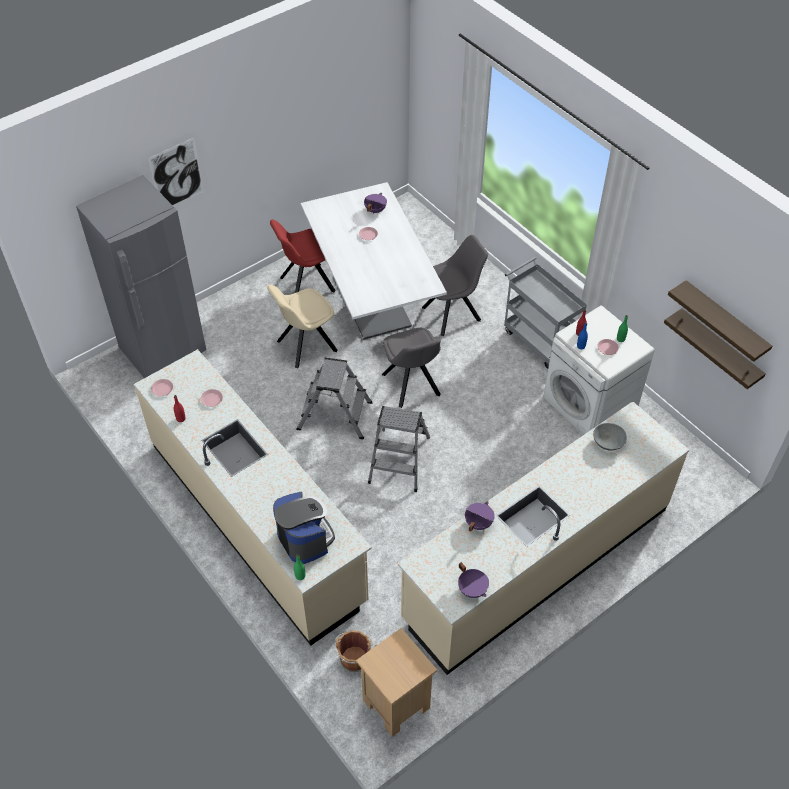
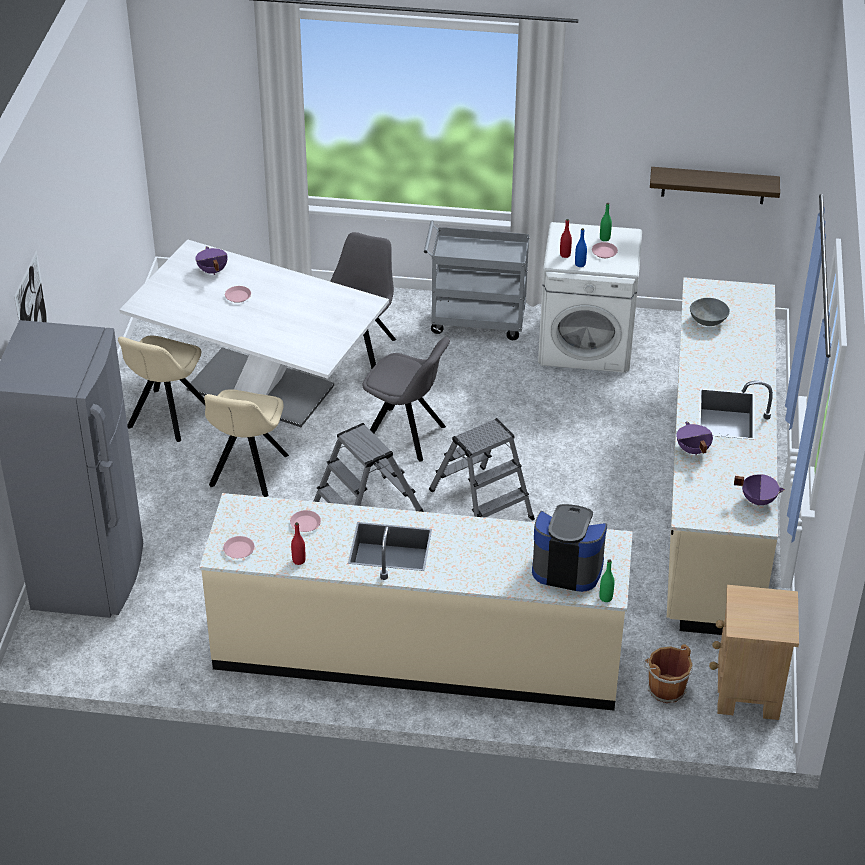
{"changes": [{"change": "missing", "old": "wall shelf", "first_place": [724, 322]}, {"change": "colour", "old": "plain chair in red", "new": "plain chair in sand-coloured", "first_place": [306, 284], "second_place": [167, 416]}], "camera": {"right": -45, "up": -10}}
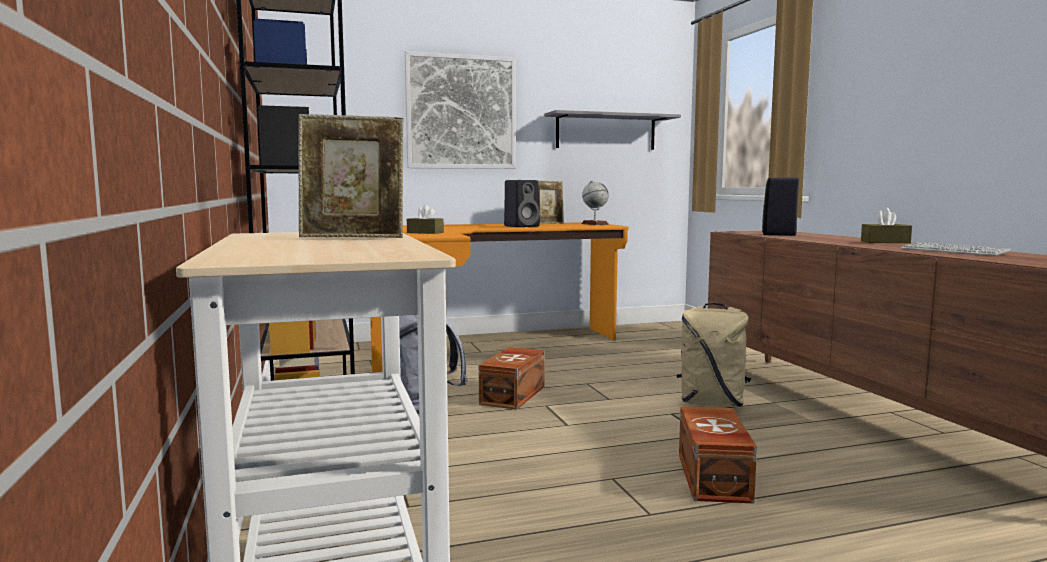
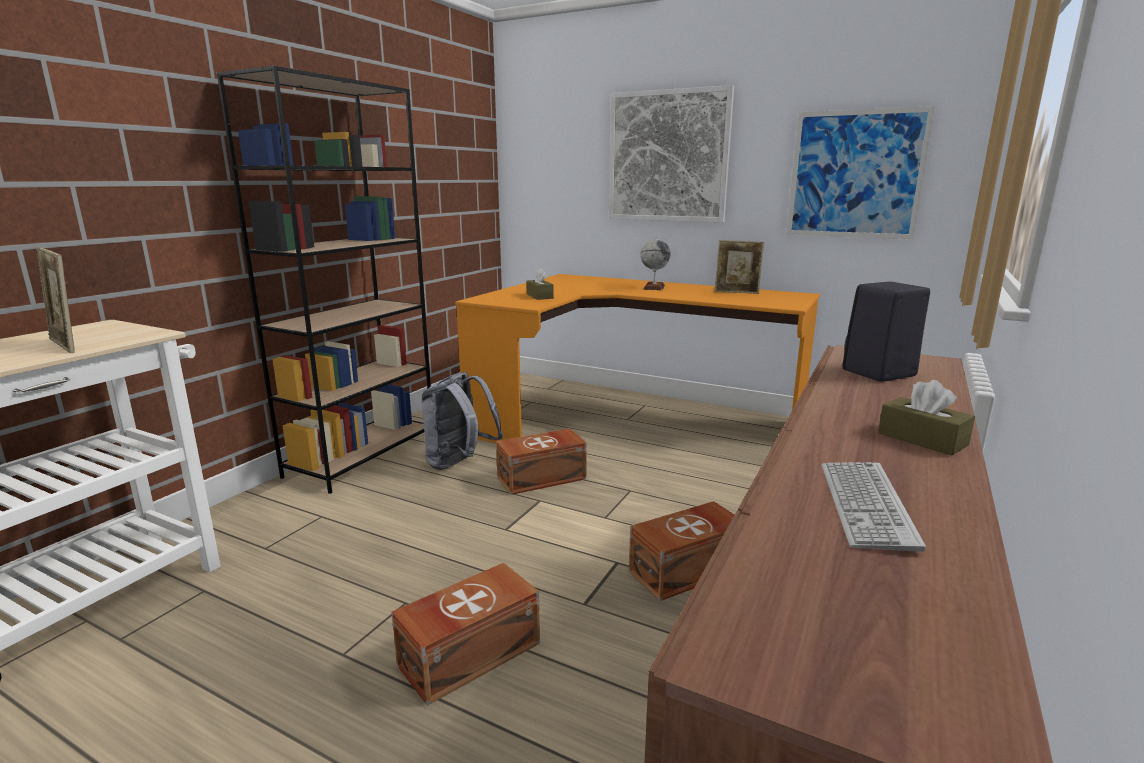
{"changes": [{"change": "missing", "old": "loudspeaker in black", "first_place": [522, 226]}, {"change": "relocated", "old": "world globe", "first_place": [594, 224], "second_place": [654, 287]}, {"change": "exchanged", "old": "wall shelf in greyish", "new": "picture", "first_place": [606, 132], "second_place": [855, 174]}, {"change": "exchanged", "old": "backpack in sand-coloured", "new": "storage bin in brown-coloured", "first_place": [712, 403], "second_place": [689, 571]}], "camera": {"right": 45, "up": 10}}
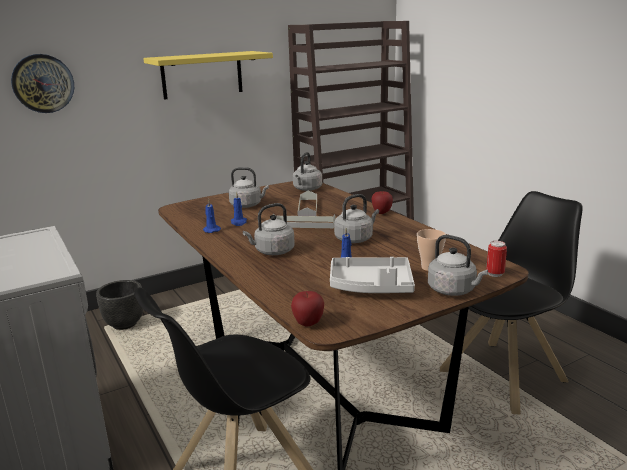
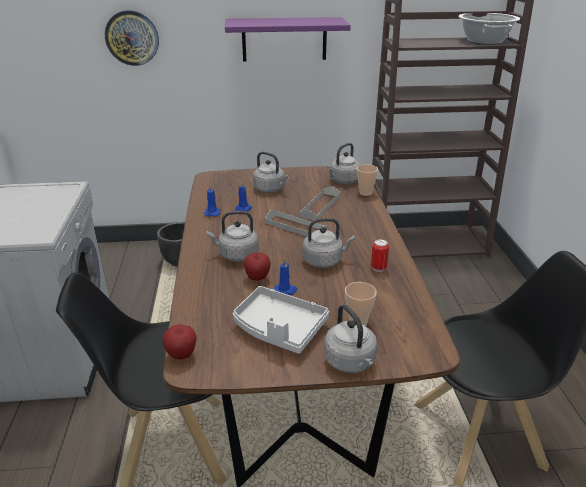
{"changes": [{"change": "appeared", "new": "small cup", "second_place": [365, 193]}, {"change": "appeared", "new": "cooking pot", "second_place": [485, 41]}, {"change": "relocated", "old": "apple", "first_place": [381, 213], "second_place": [257, 278]}, {"change": "relocated", "old": "metal can", "first_place": [495, 274], "second_place": [378, 268]}, {"change": "colour", "old": "wall shelf in yellowish", "new": "wall shelf in purple", "first_place": [202, 75], "second_place": [284, 39]}], "camera": {"right": 25, "up": 10}}
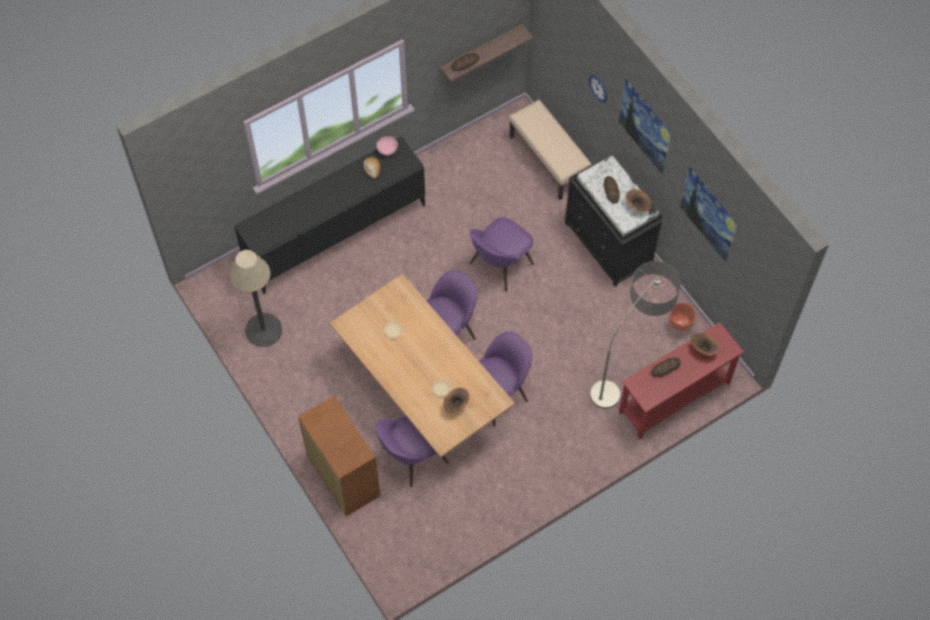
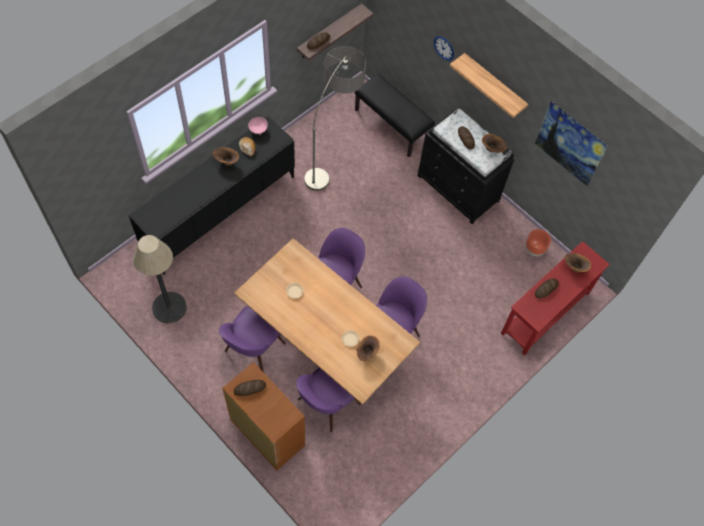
{"changes": [{"change": "appeared", "new": "decorative vase in brown-coloured", "second_place": [226, 162]}, {"change": "appeared", "new": "baked bread", "second_place": [250, 388]}, {"change": "relocated", "old": "plain chair in purple", "first_place": [499, 265], "second_place": [253, 349]}, {"change": "relocated", "old": "floor lamp", "first_place": [628, 370], "second_place": [333, 159]}, {"change": "exchanged", "old": "picture", "new": "wall shelf", "first_place": [642, 137], "second_place": [494, 85]}, {"change": "colour", "old": "long seat in sand-coloured", "new": "long seat in black", "first_place": [549, 160], "second_place": [392, 125]}], "camera": {"right": -15, "up": 0}}
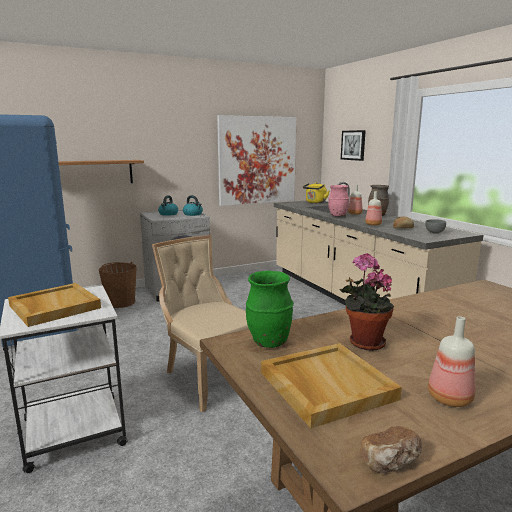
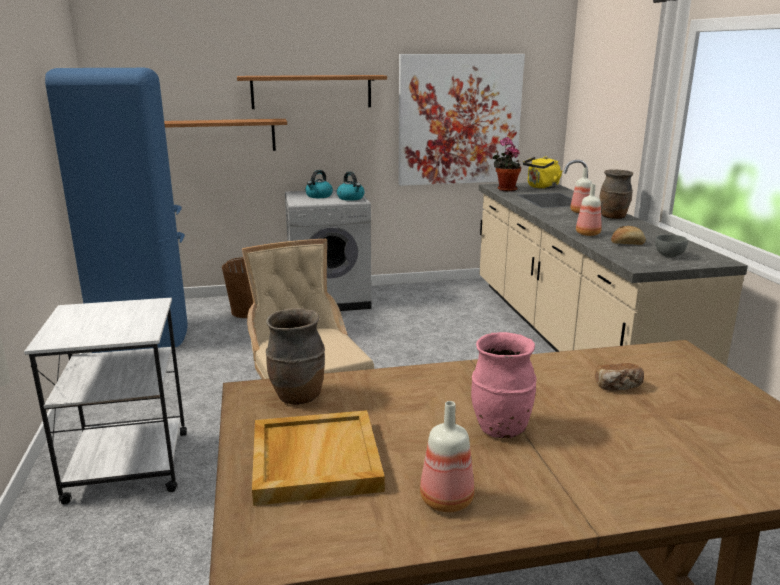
{"changes": [{"change": "missing", "old": "serving tray in sand-coloured", "first_place": [54, 307]}, {"change": "missing", "old": "picture", "first_place": [353, 145]}, {"change": "appeared", "new": "wall shelf", "second_place": [311, 91]}, {"change": "relocated", "old": "decorative vase in pinkish", "first_place": [337, 216], "second_place": [500, 429]}, {"change": "relocated", "old": "houseplant", "first_place": [363, 343], "second_place": [505, 189]}, {"change": "relocated", "old": "baked bread", "first_place": [391, 462], "second_place": [618, 387]}, {"change": "colour", "old": "decorative vase in greenish", "new": "decorative vase in brown-coloured", "first_place": [269, 342], "second_place": [298, 397]}], "camera": {"right": 15, "up": 5}}
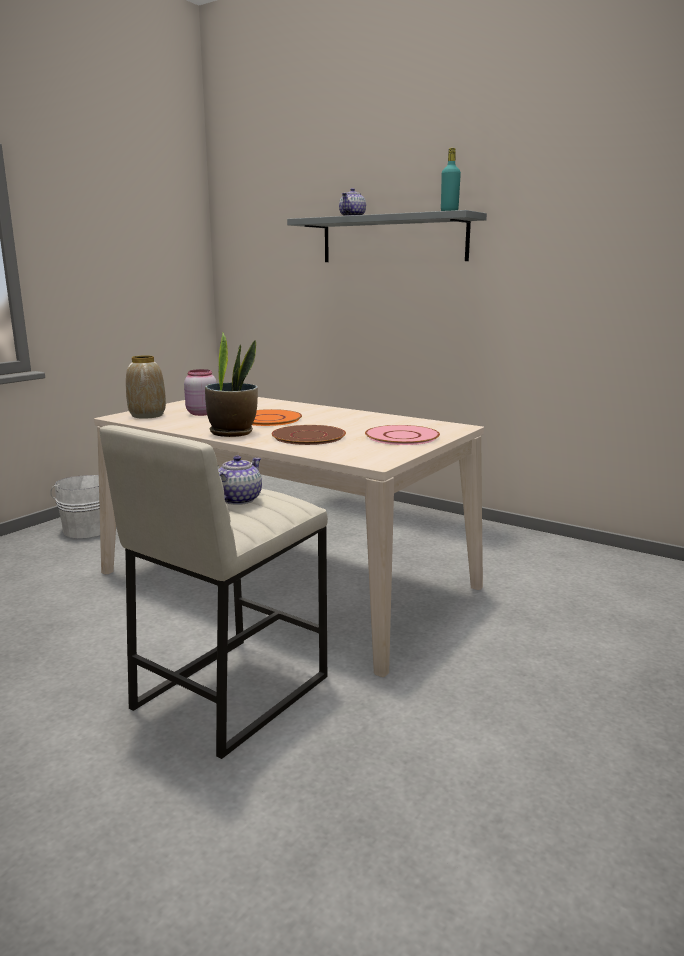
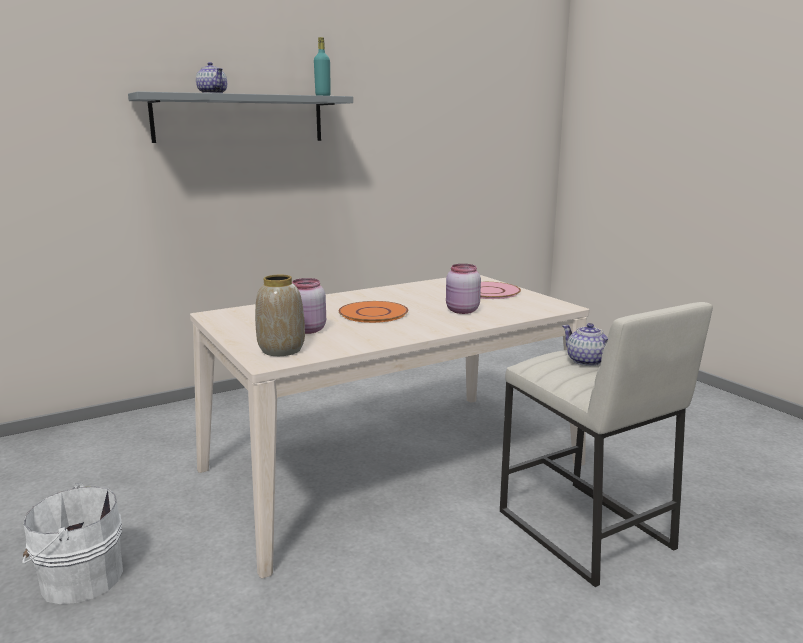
{"changes": [{"change": "missing", "old": "houseplant", "first_place": [232, 432]}, {"change": "exchanged", "old": "plate in brown-coloured", "new": "storage jar in pinkish", "first_place": [308, 436], "second_place": [462, 311]}], "camera": {"right": -65, "up": 0}}
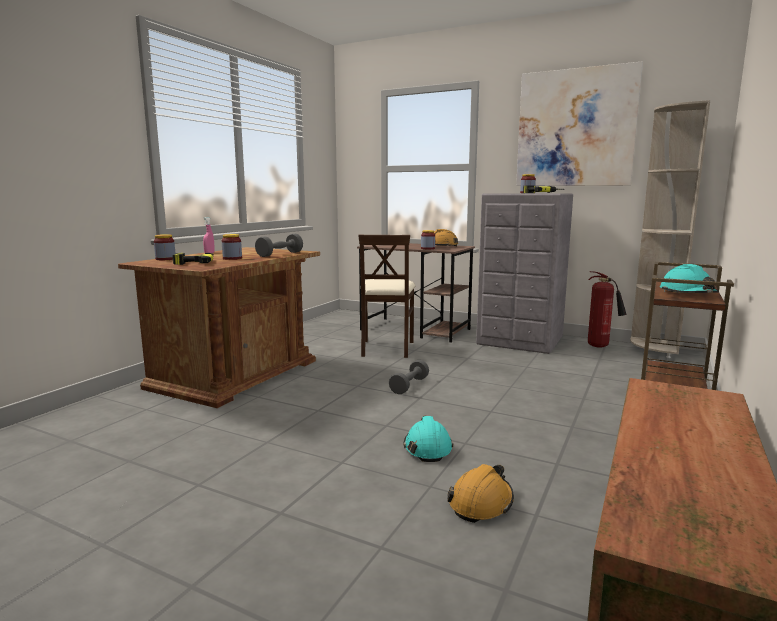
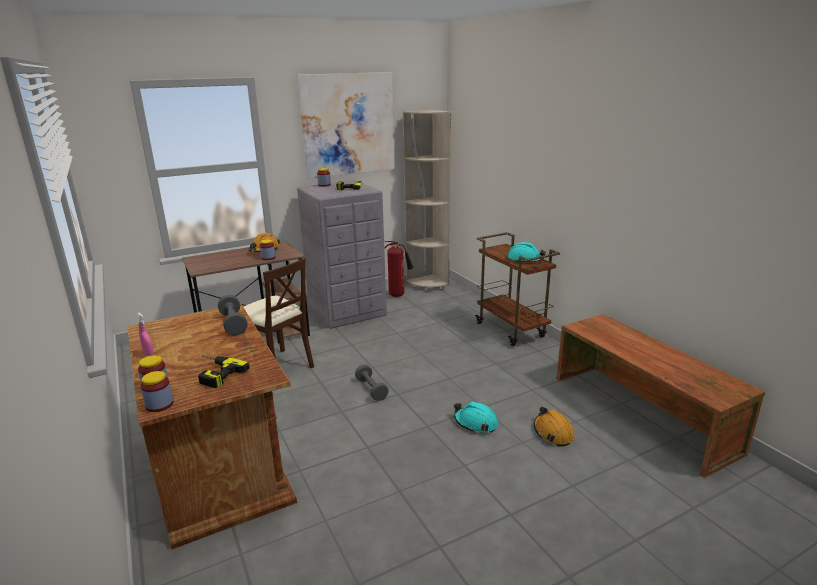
{"changes": [{"change": "relocated", "old": "storage jar", "first_place": [232, 258], "second_place": [159, 404]}], "camera": {"right": -55, "up": 10}}
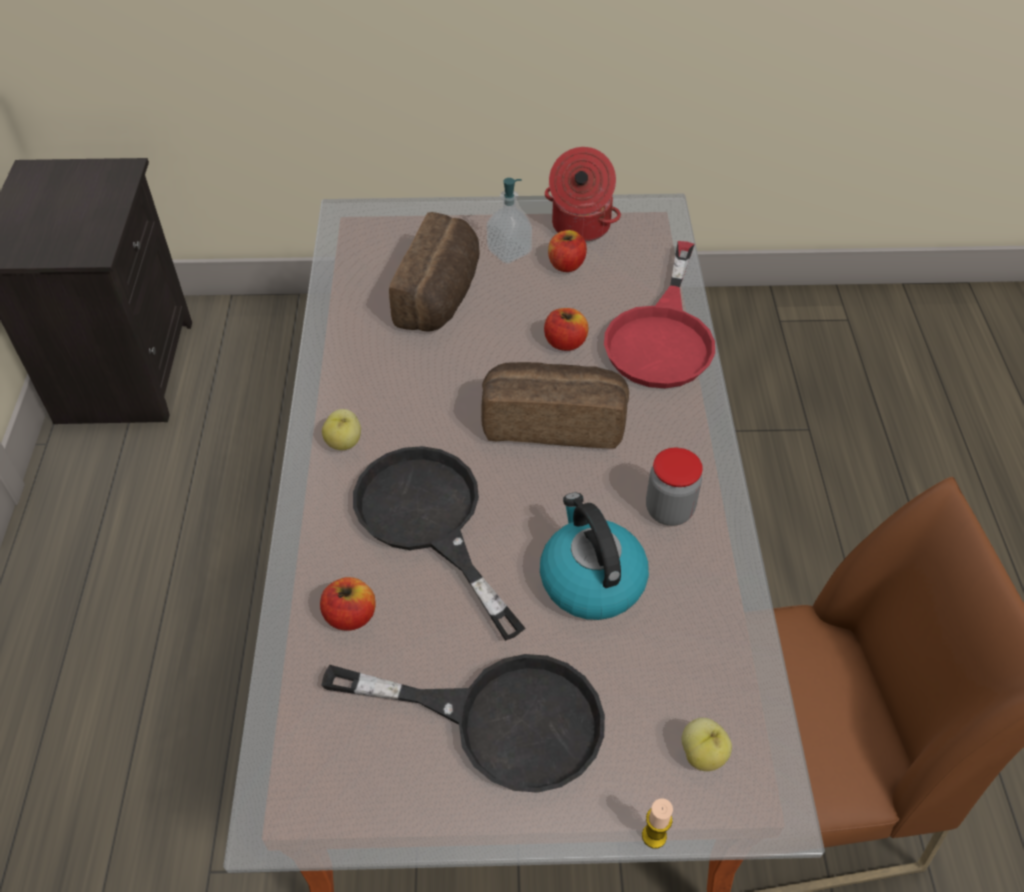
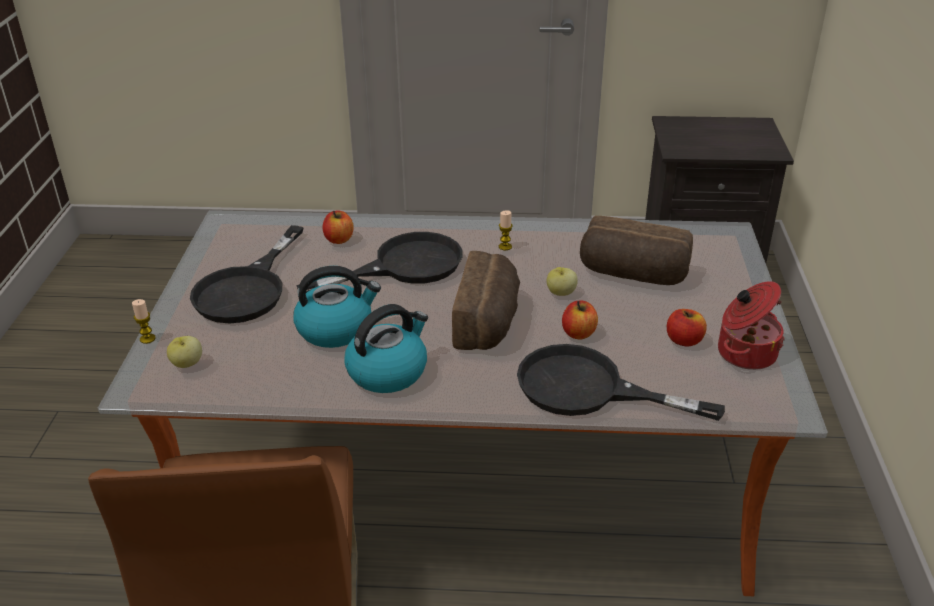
{"changes": [{"change": "missing", "old": "soap bottle", "first_place": [509, 251]}, {"change": "appeared", "new": "wax light", "second_place": [505, 246]}, {"change": "relocated", "old": "apple", "first_place": [344, 442], "second_place": [561, 293]}, {"change": "exchanged", "old": "storage jar", "new": "water kettle", "first_place": [669, 510], "second_place": [388, 371]}, {"change": "colour", "old": "pan in red", "new": "pan in black", "first_place": [662, 336], "second_place": [588, 389]}], "camera": {"right": 95, "up": -15}}
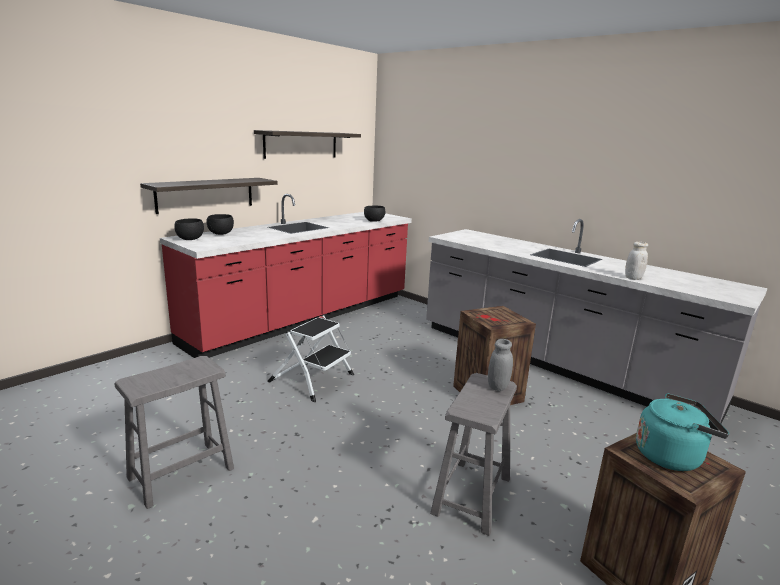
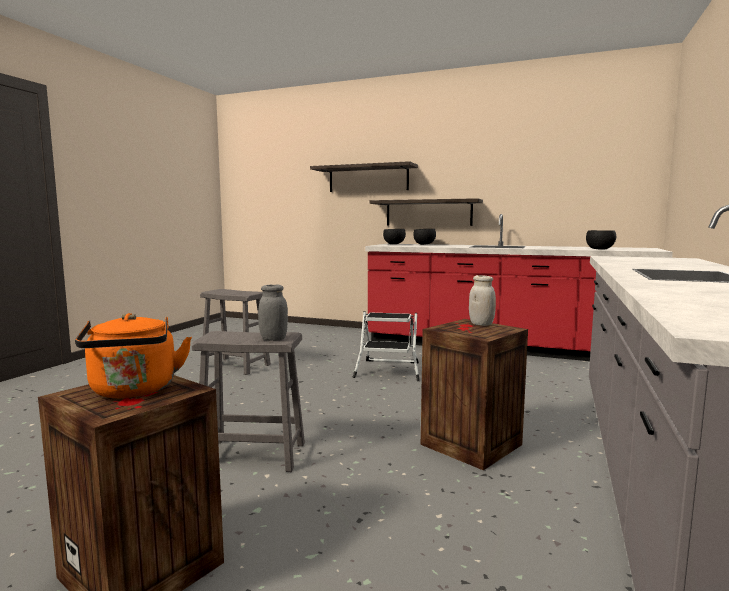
{"changes": [{"change": "relocated", "old": "wall shelf", "first_place": [301, 144], "second_place": [368, 179]}, {"change": "relocated", "old": "storage jar in white-coloured", "first_place": [633, 278], "second_place": [481, 324]}, {"change": "colour", "old": "water kettle in blue-green", "new": "water kettle in orange-coloured", "first_place": [671, 456], "second_place": [134, 391]}], "camera": {"right": 70, "up": -10}}
